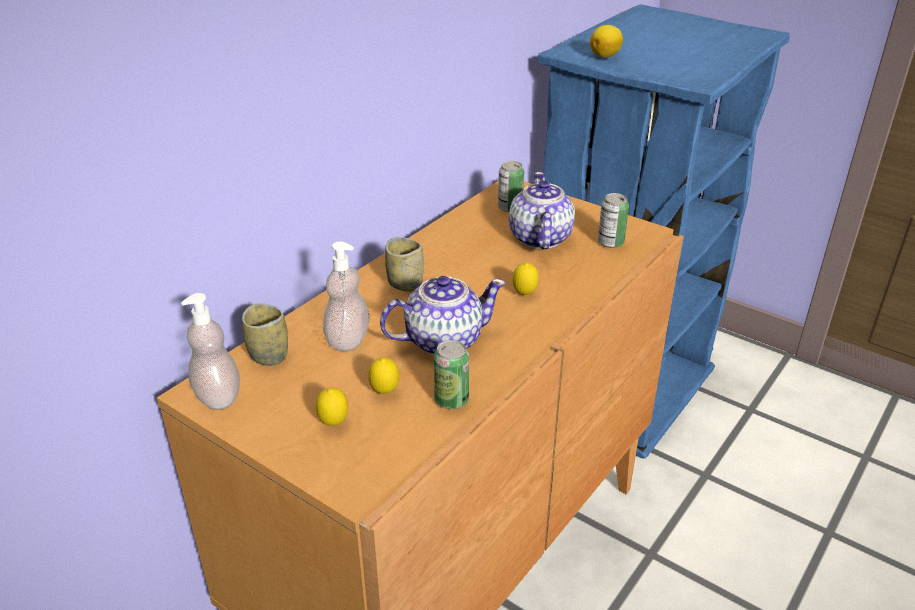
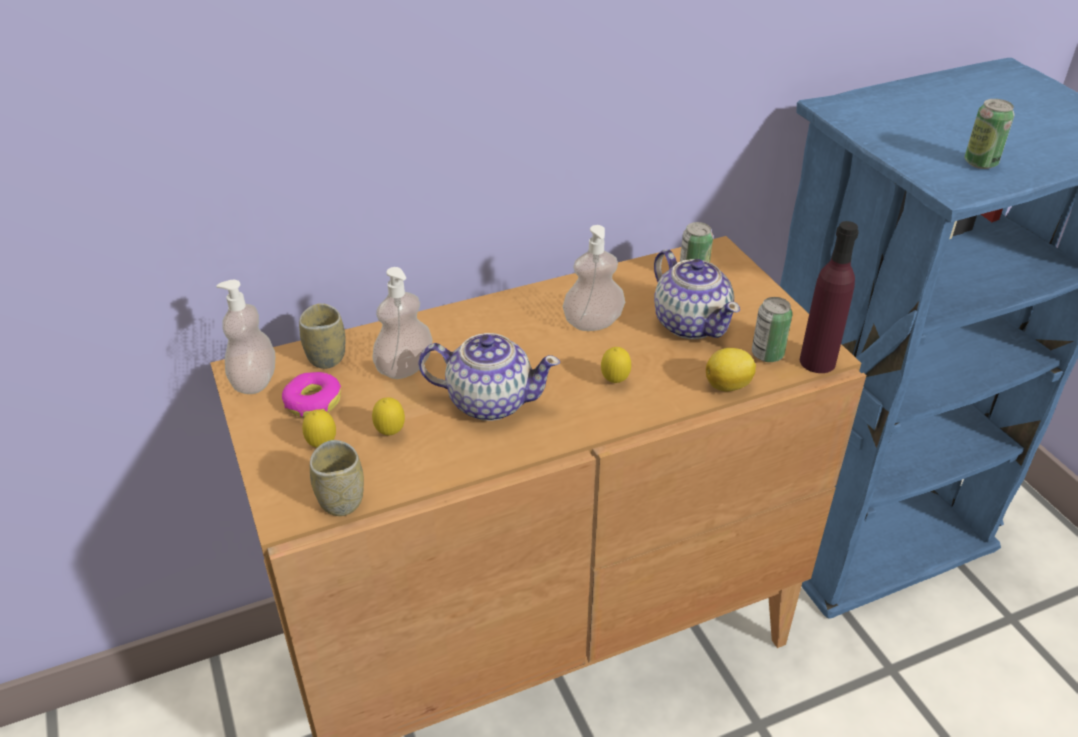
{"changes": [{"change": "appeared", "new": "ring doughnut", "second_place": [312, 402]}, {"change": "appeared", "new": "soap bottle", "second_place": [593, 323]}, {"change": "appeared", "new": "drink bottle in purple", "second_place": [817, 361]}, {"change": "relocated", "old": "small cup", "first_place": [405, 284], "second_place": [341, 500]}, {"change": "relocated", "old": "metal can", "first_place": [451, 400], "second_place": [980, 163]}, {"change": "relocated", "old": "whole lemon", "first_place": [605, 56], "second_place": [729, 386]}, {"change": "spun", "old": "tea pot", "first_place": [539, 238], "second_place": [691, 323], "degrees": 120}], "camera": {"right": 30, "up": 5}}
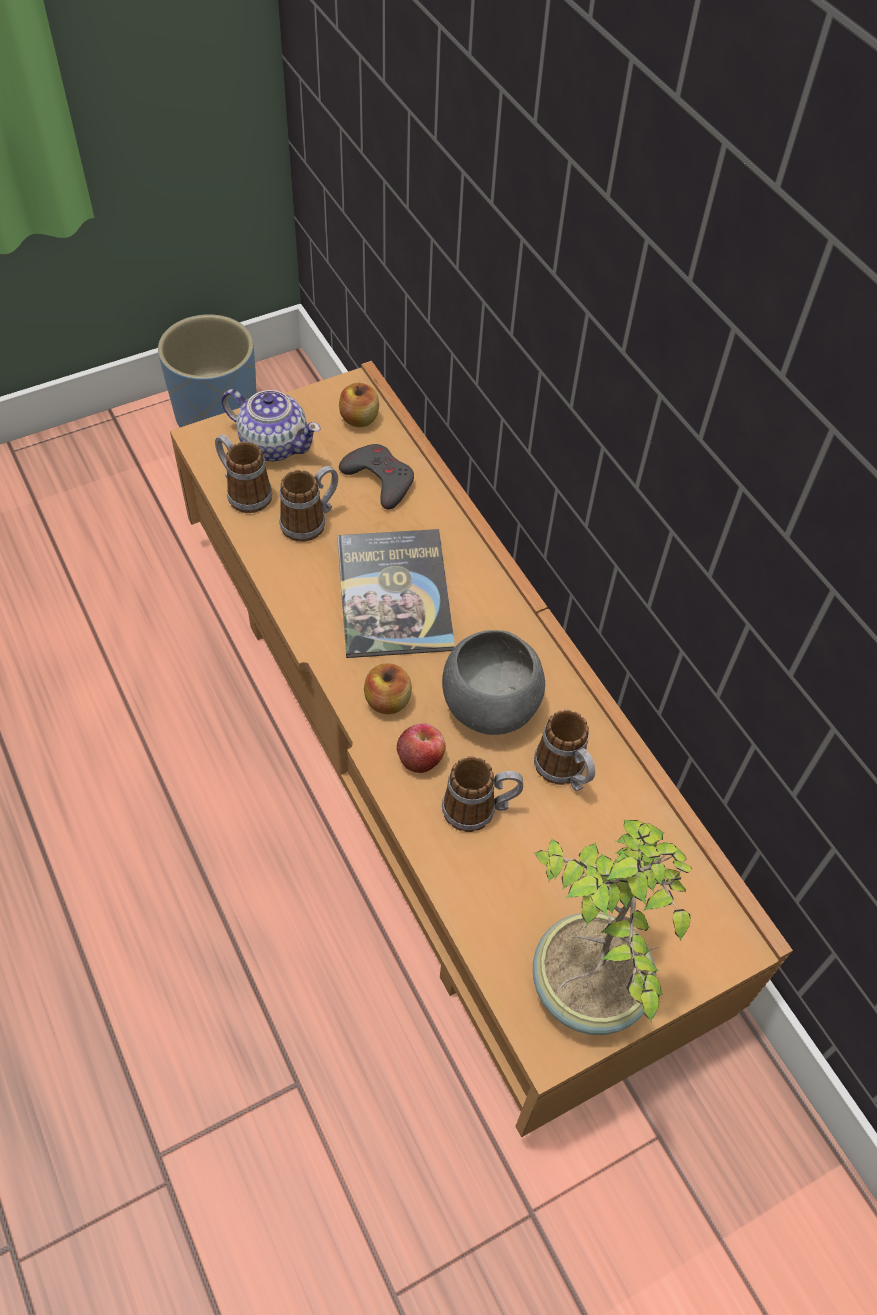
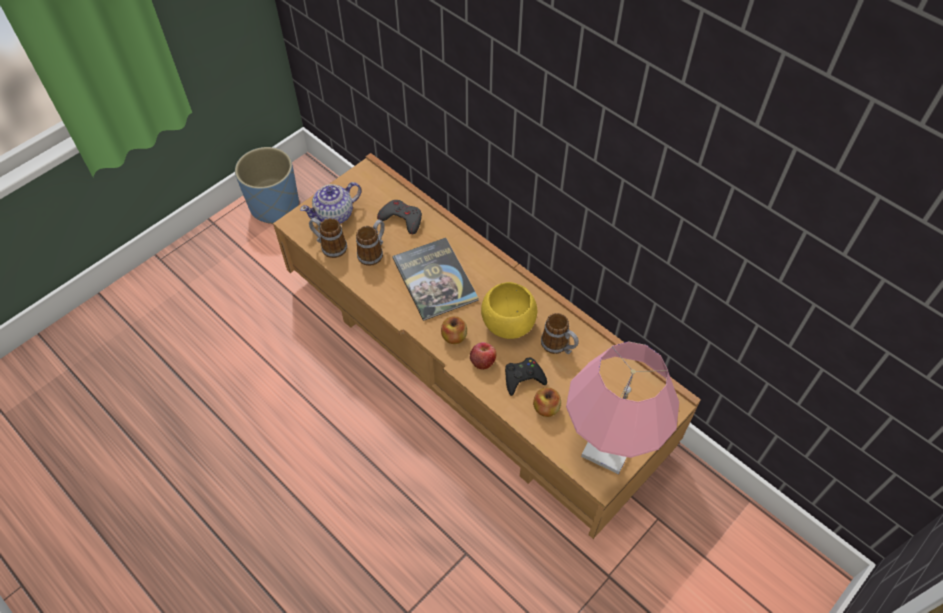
{"changes": [{"change": "relocated", "old": "apple", "first_place": [359, 419], "second_place": [546, 408]}, {"change": "exchanged", "old": "tea mug", "new": "game controller in black", "first_place": [479, 809], "second_place": [523, 378]}, {"change": "exchanged", "old": "houseplant", "new": "lamp for a table in pinkish", "first_place": [585, 987], "second_place": [608, 448]}, {"change": "colour", "old": "deep dish in greyish", "new": "deep dish in yellowish", "first_place": [491, 705], "second_place": [508, 323]}, {"change": "spun", "old": "tea pot", "first_place": [273, 444], "second_place": [335, 215], "degrees": 135}], "camera": {"right": -15, "up": 0}}
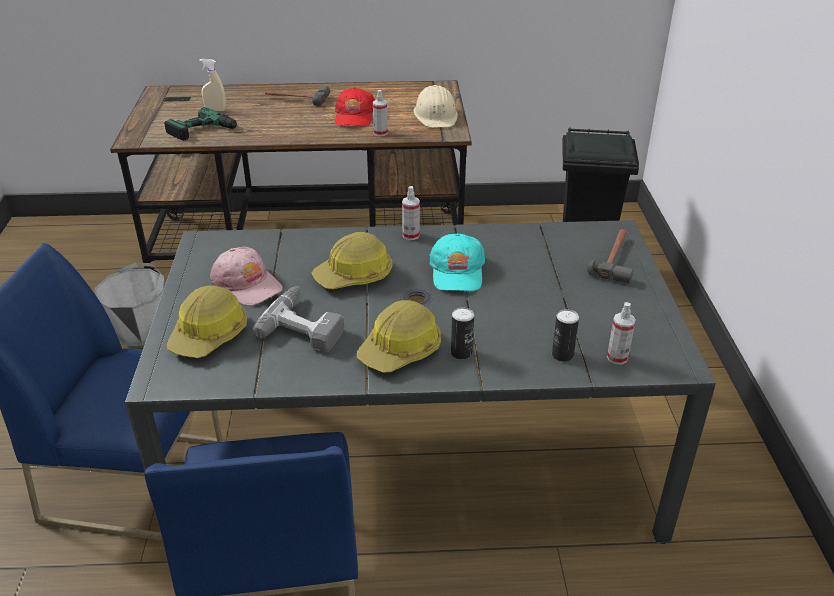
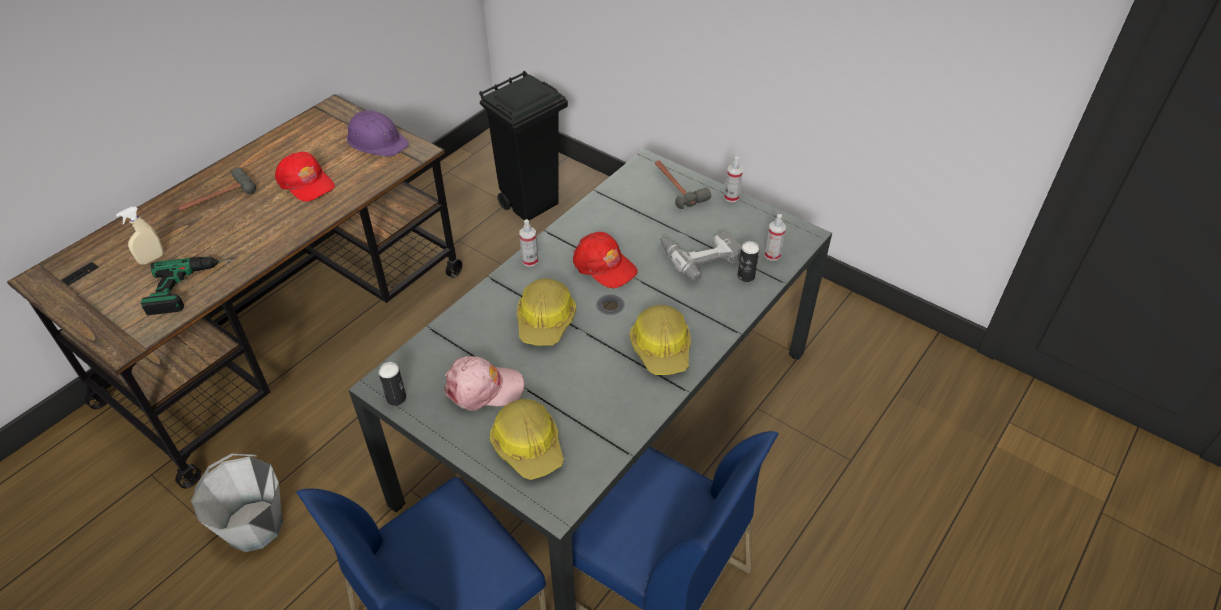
{"changes": [{"change": "relocated", "old": "electric drill", "first_place": [306, 325], "second_place": [699, 255]}, {"change": "relocated", "old": "sprayer", "first_place": [380, 133], "second_place": [731, 197]}, {"change": "relocated", "old": "metal can", "first_place": [461, 353], "second_place": [396, 398]}, {"change": "colour", "old": "work helmet in sand-coloured", "new": "work helmet in purple", "first_place": [436, 116], "second_place": [377, 141]}, {"change": "colour", "old": "peaked cap in blue-green", "new": "peaked cap in red", "first_place": [457, 271], "second_place": [604, 266]}], "camera": {"right": -50, "up": 10}}
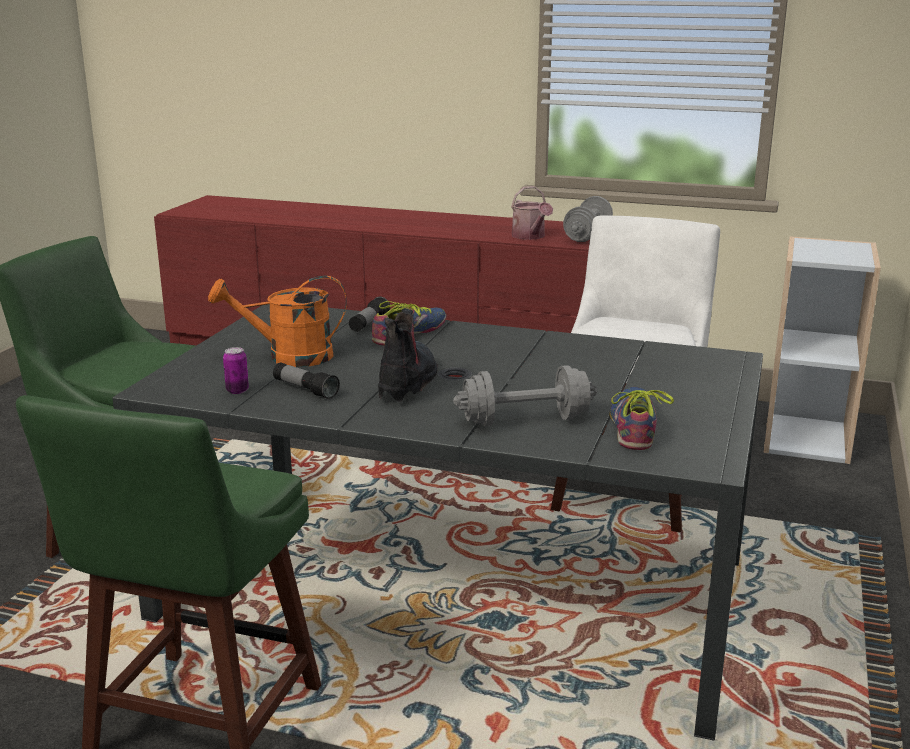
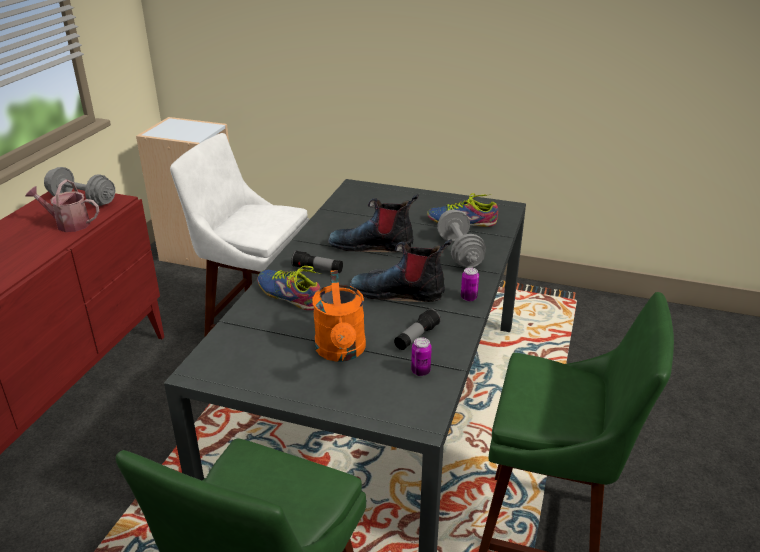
{"changes": [{"change": "appeared", "new": "tall boot", "second_place": [372, 245]}, {"change": "appeared", "new": "metal can", "second_place": [468, 298]}, {"change": "relocated", "old": "flashlight", "first_place": [369, 324], "second_place": [317, 269]}, {"change": "spun", "old": "watering can", "first_place": [530, 236], "second_place": [68, 224], "degrees": -150}], "camera": {"right": -90, "up": 10}}
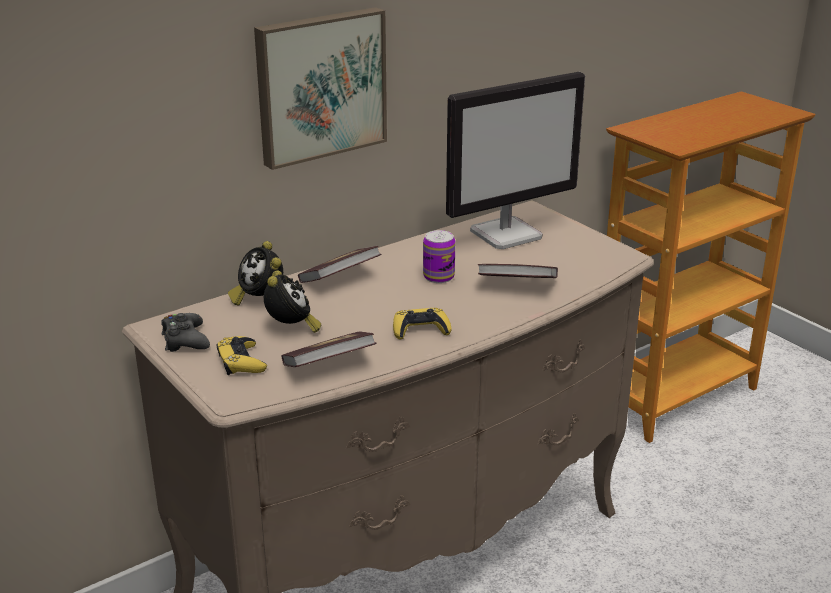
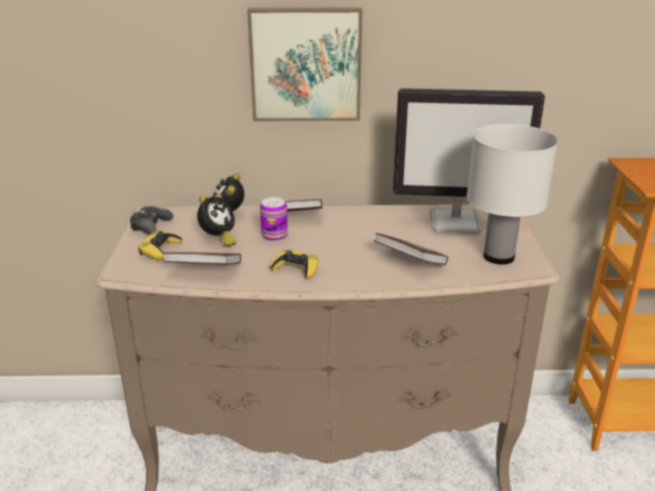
{"changes": [{"change": "appeared", "new": "lamp for a table in white-coloured", "second_place": [498, 256]}, {"change": "relocated", "old": "metal can", "first_place": [438, 277], "second_place": [274, 236]}], "camera": {"right": 35, "up": 0}}
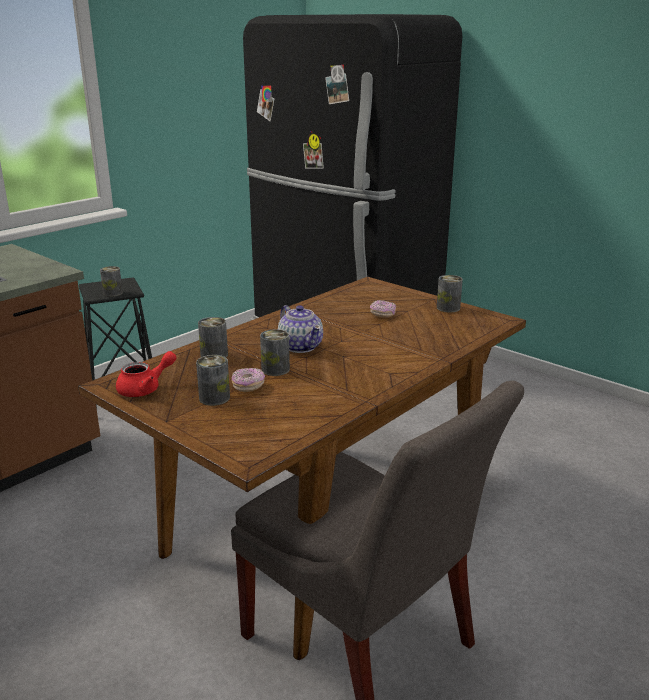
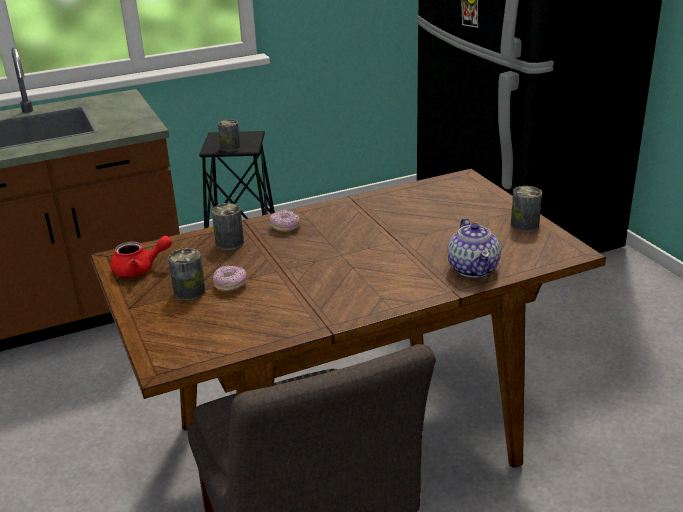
{"changes": [{"change": "missing", "old": "metal can", "first_place": [275, 369]}, {"change": "relocated", "old": "tea pot", "first_place": [300, 346], "second_place": [473, 268]}, {"change": "relocated", "old": "ring doughnut", "first_place": [382, 314], "second_place": [285, 227]}], "camera": {"right": 25, "up": 5}}
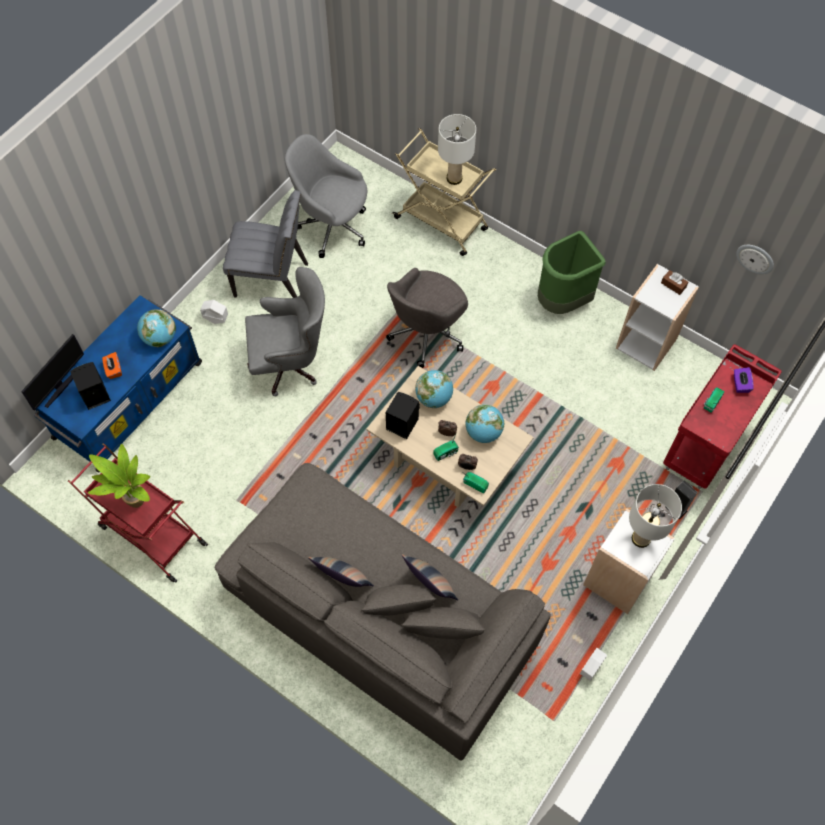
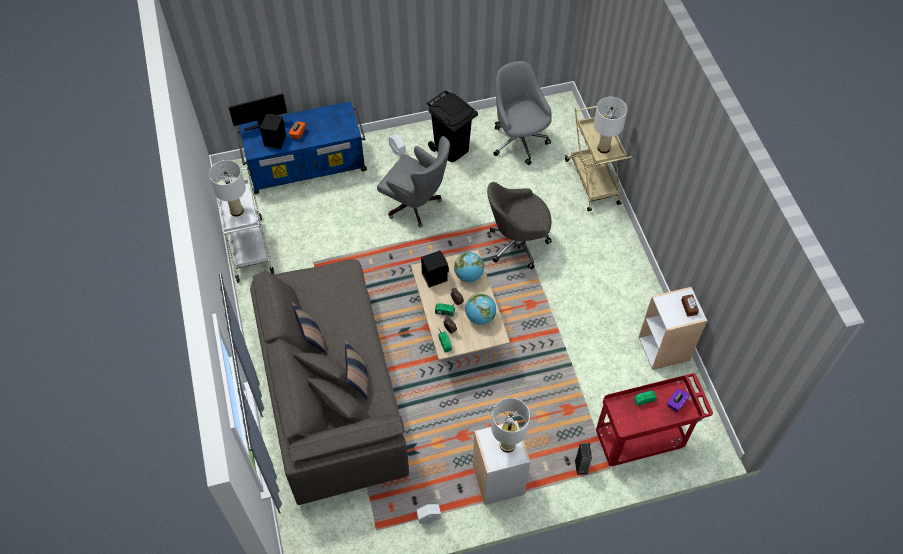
{"changes": [{"change": "missing", "old": "world globe", "first_place": [160, 338]}, {"change": "missing", "old": "rubbish bin in greenish", "first_place": [562, 301]}, {"change": "missing", "old": "wall clock", "first_place": [755, 258]}, {"change": "exchanged", "old": "houseplant", "new": "lamp for a table in white-coloured", "first_place": [134, 503], "second_place": [237, 211]}, {"change": "exchanged", "old": "plain chair in greyish", "new": "rubbish bin in black", "first_place": [270, 280], "second_place": [451, 149]}, {"change": "colour", "old": "trolley in red", "new": "trolley in white-coloured", "first_place": [152, 535], "second_place": [250, 248]}], "camera": {"right": 40, "up": -5}}
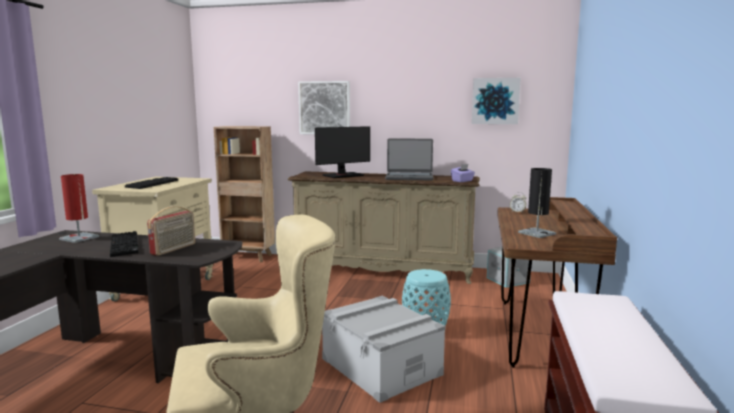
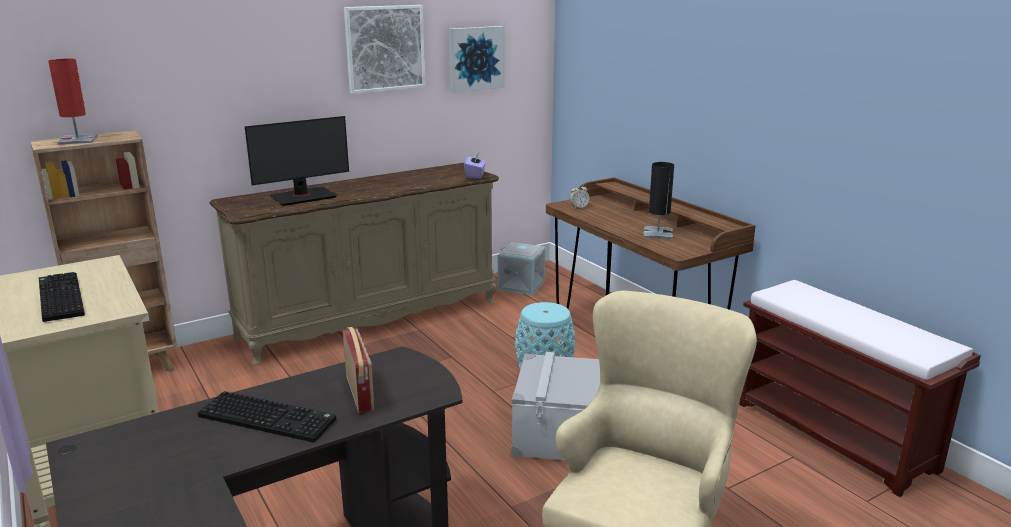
{"changes": [{"change": "missing", "old": "notebook computer", "first_place": [409, 177]}, {"change": "relocated", "old": "lamp for a table in red", "first_place": [79, 238], "second_place": [78, 140]}, {"change": "relocated", "old": "picture", "first_place": [324, 108], "second_place": [385, 48]}, {"change": "spun", "old": "computer display", "first_place": [342, 175], "second_place": [302, 197], "degrees": 45}], "camera": {"right": -45, "up": 10}}
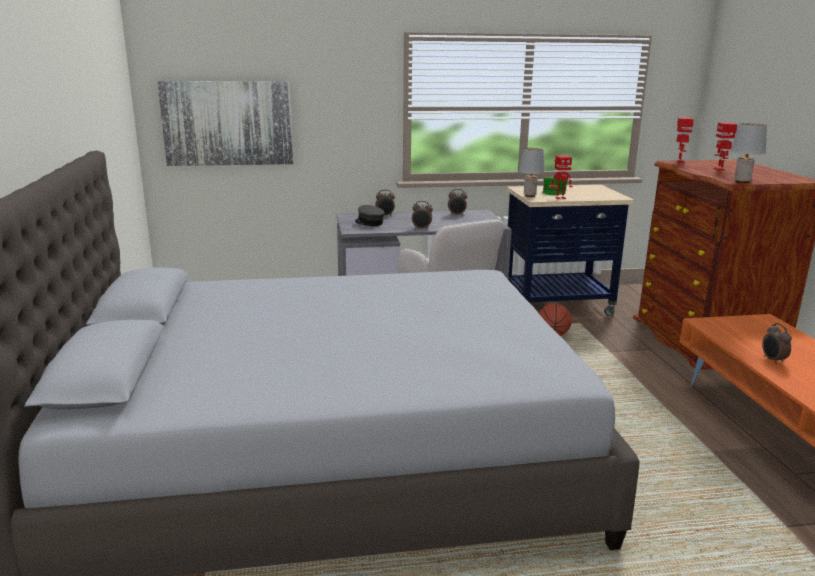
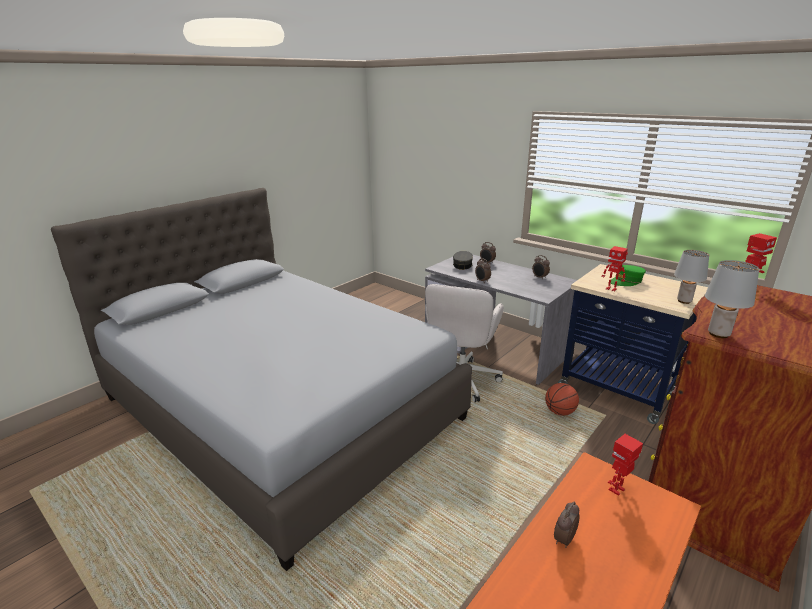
{"changes": [{"change": "missing", "old": "picture", "first_place": [228, 123]}, {"change": "relocated", "old": "lamp for a table in greyish", "first_place": [530, 195], "second_place": [684, 301]}, {"change": "relocated", "old": "toy robot", "first_place": [719, 169], "second_place": [617, 490]}], "camera": {"right": 50, "up": 5}}
